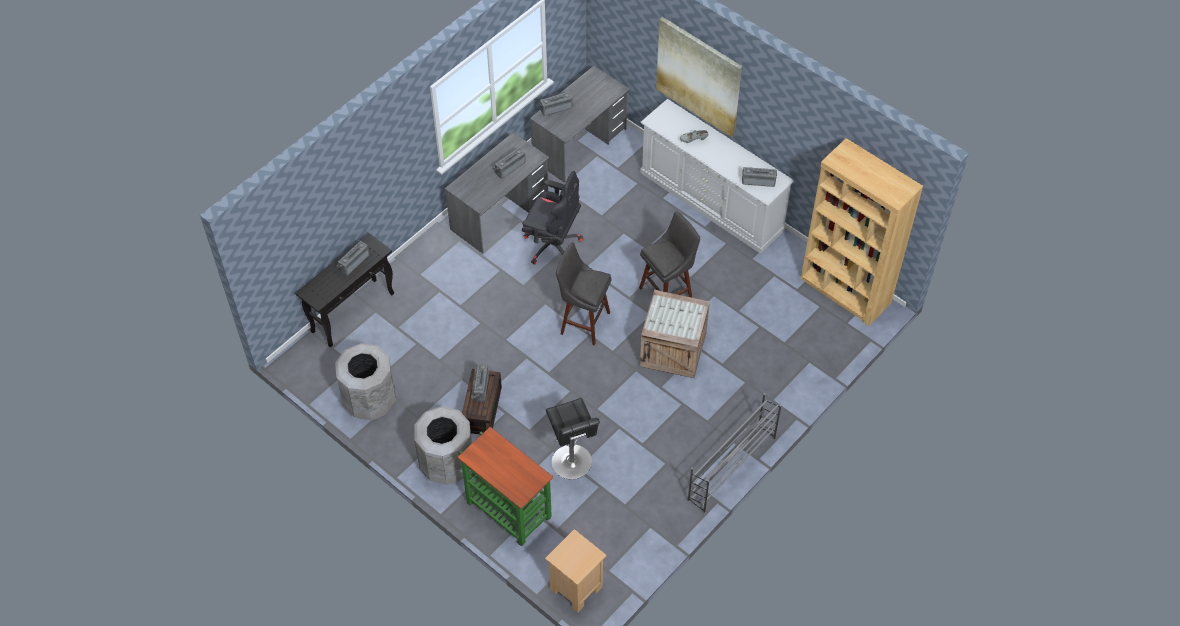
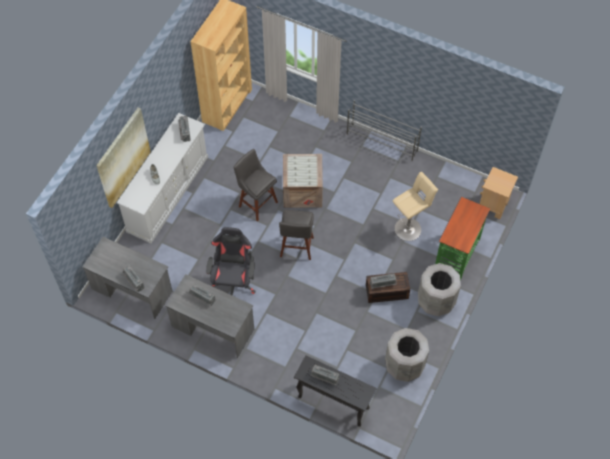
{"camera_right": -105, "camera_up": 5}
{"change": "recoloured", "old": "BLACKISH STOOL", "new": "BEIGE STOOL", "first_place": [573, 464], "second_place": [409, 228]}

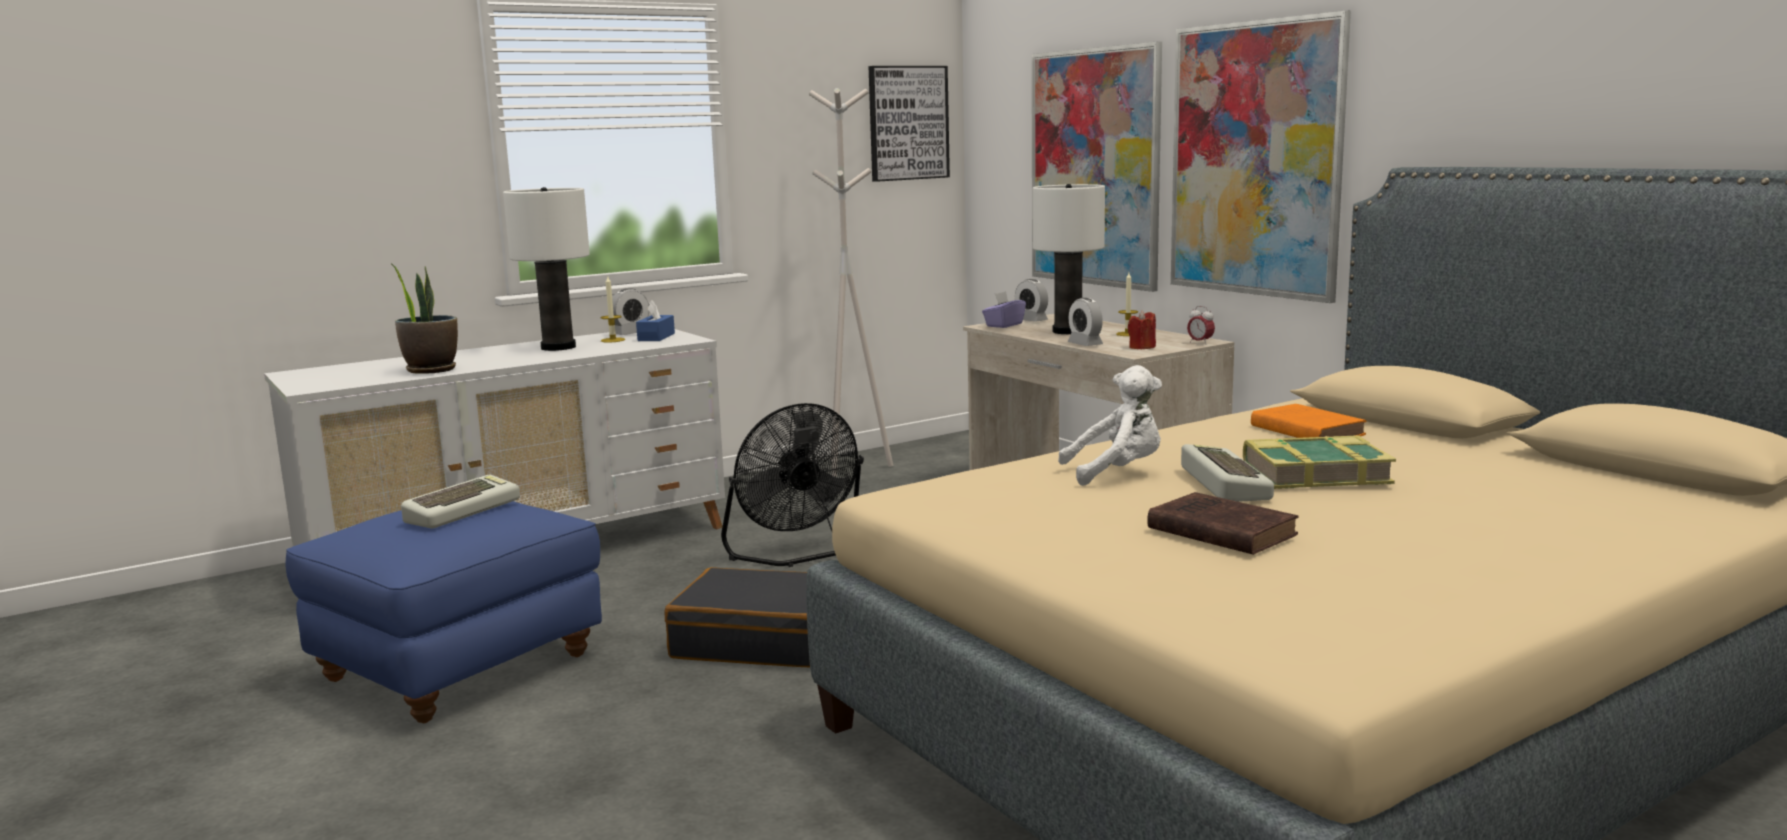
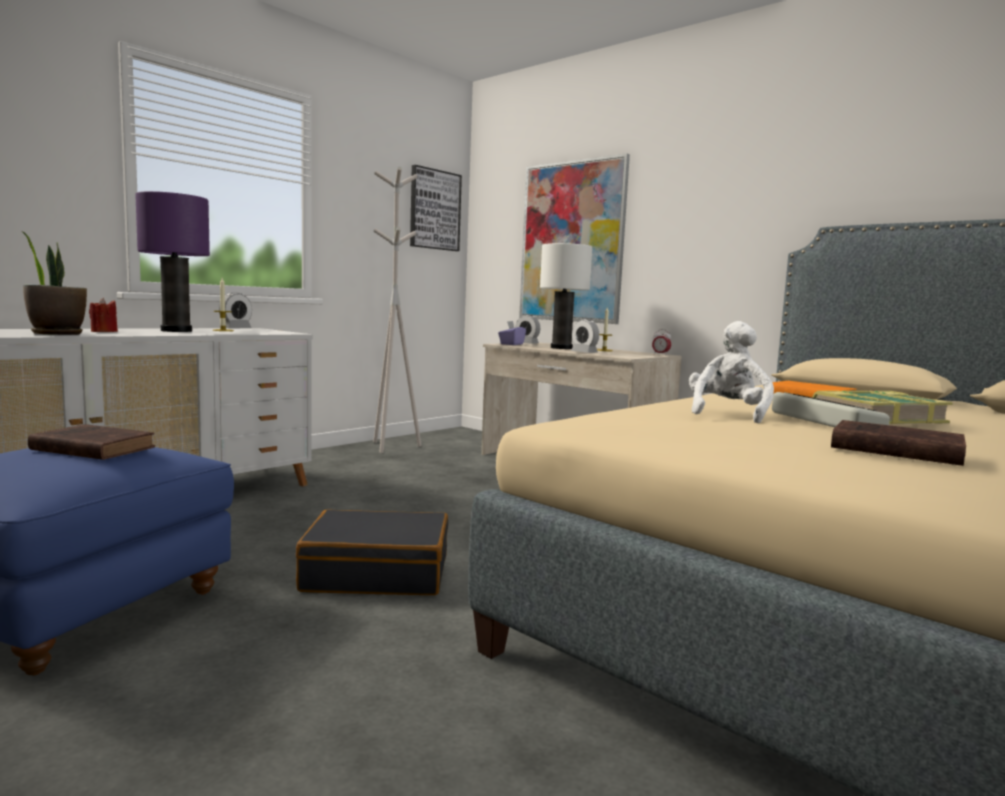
{"camera_right": -15, "camera_up": -5}
{"change": "removed", "old": "PICTURE", "first_place": [1255, 159]}
{"change": "recoloured", "old": "WHITISH LAMP FOR A TABLE", "new": "PURPLISH LAMP FOR A TABLE", "first_place": [559, 347], "second_place": [176, 331]}
{"change": "removed", "old": "BLUISH TISSUE HOLDER", "first_place": [656, 337]}
{"change": "moved", "old": "REDDISH WAX LIGHT", "first_place": [1142, 347], "second_place": [104, 332]}
{"change": "turned", "old": "WHITISH PLUSH TOY", "first_place": [1116, 473], "second_place": [727, 414], "degrees": -45}
{"change": "removed", "old": "BLACKISH COOLING FAN", "first_place": [812, 554]}
{"change": "replaced", "old": "COMPUTER KEYBOARD", "new": "BROWN BOOK", "first_place": [462, 510], "second_place": [91, 448]}

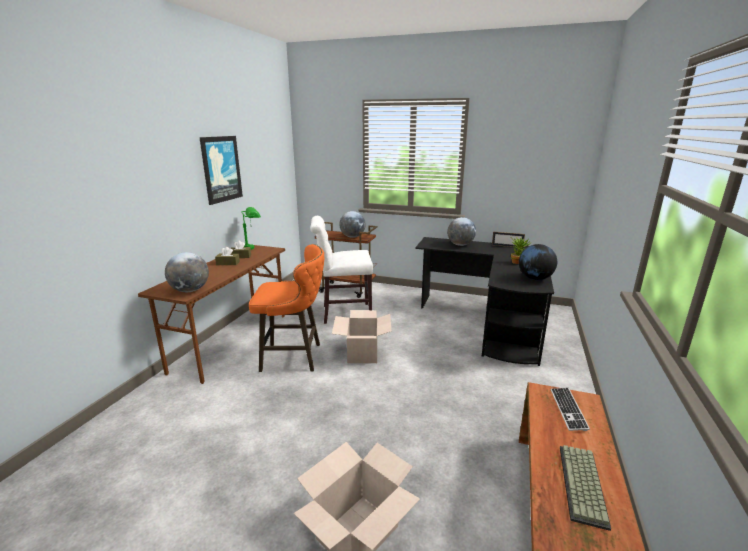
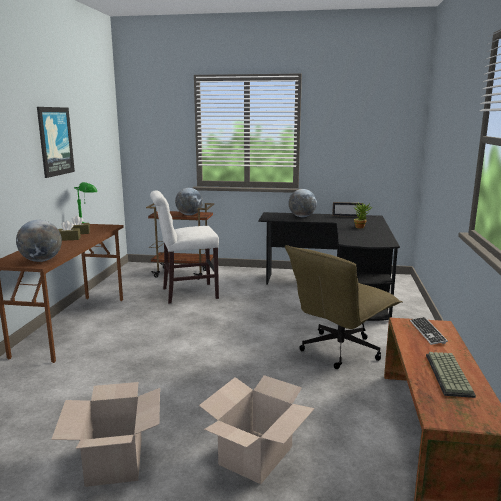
{"camera_right": -10, "camera_up": -5}
{"change": "removed", "old": "ORANGEY STOOL", "first_place": [294, 357]}
{"change": "removed", "old": "GLOBE", "first_place": [535, 279]}
{"change": "moved", "old": "CARTON", "first_place": [363, 353], "second_place": [115, 461]}
{"change": "added", "new": "BEIGE DESK CHAIR", "second_place": [341, 349]}

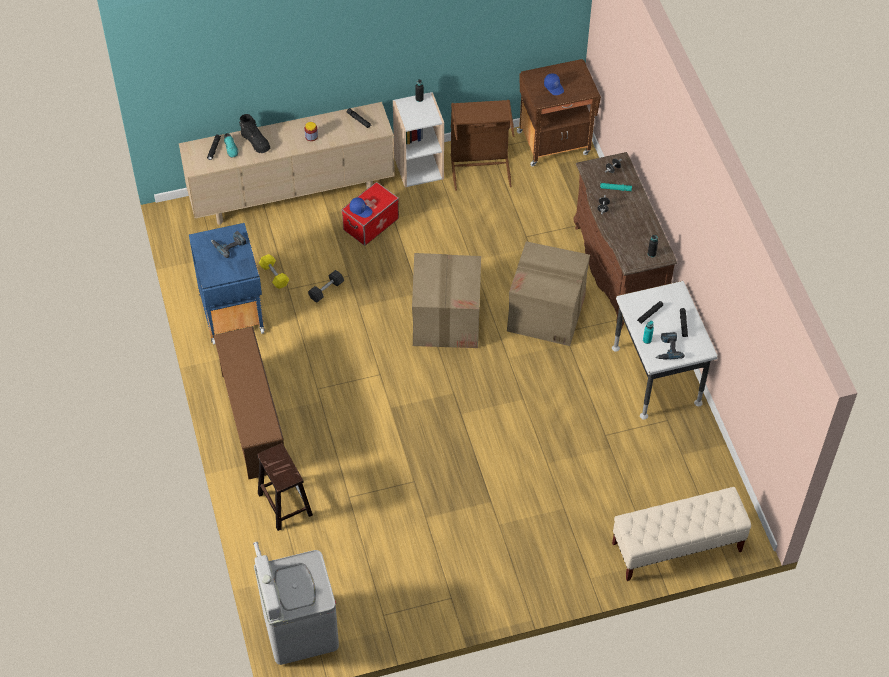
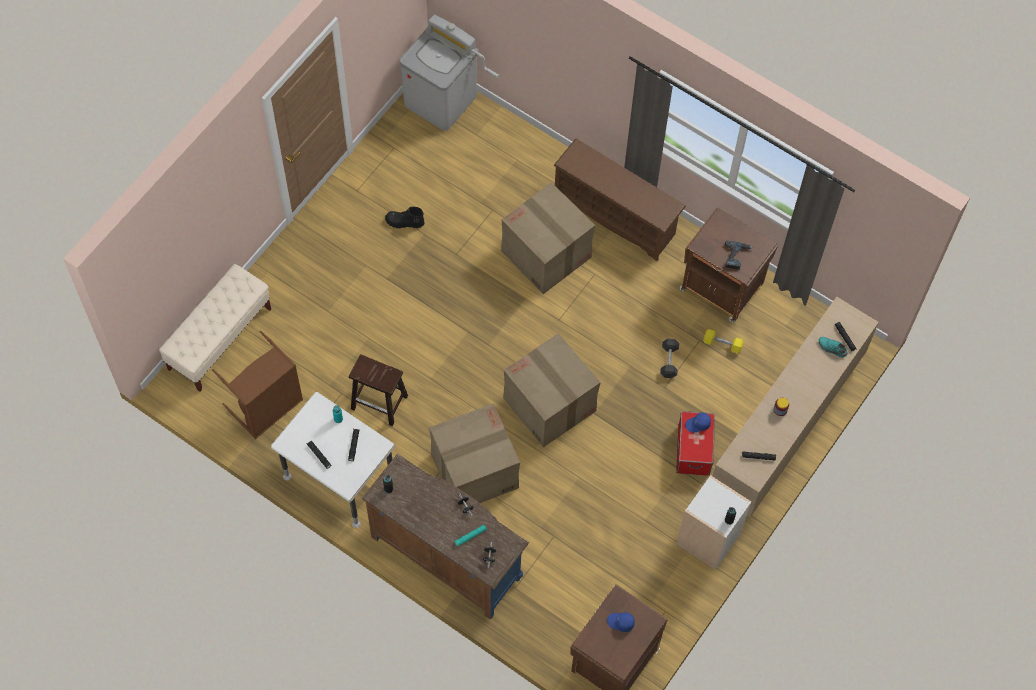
{"camera_right": 140, "camera_up": 10}
{"change": "moved", "old": "BROWN WASHING BASKET", "first_place": [480, 166], "second_place": [268, 408]}
{"change": "moved", "old": "BLACKISH HIGH-TOP BOOT", "first_place": [256, 142], "second_place": [404, 222]}
{"change": "recoloured", "old": "BROWN DRESSER", "new": "BLUISH DRESSER", "first_place": [616, 273], "second_place": [446, 555]}
{"change": "recoloured", "old": "BLUISH CART", "new": "BROWN CART", "first_place": [231, 312], "second_place": [722, 289]}
{"change": "removed", "old": "ELECTRIC DRILL", "first_place": [667, 349]}
{"change": "moved", "old": "BROWN STOOL", "first_place": [284, 504], "second_place": [380, 402]}
{"change": "added", "new": "CARTON", "second_place": [546, 254]}

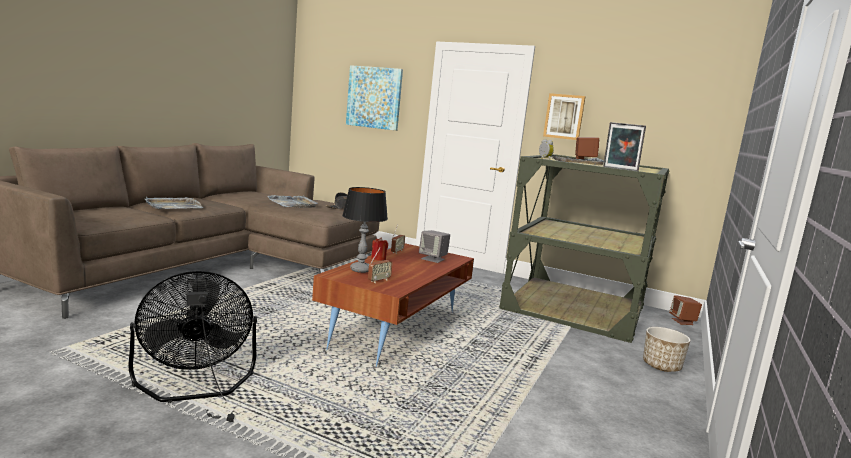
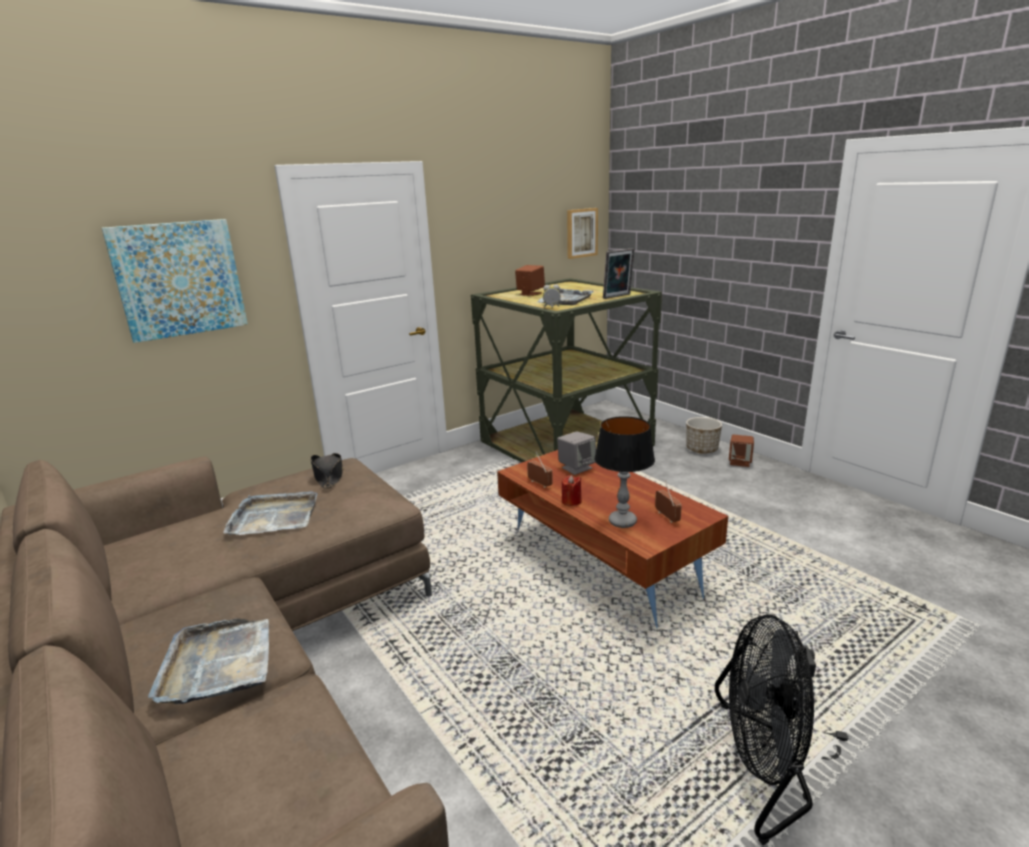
{"camera_right": -60, "camera_up": 10}
{"change": "moved", "old": "PICTURE", "first_place": [564, 116], "second_place": [581, 233]}
{"change": "moved", "old": "BROWN AUDIO SPEAKER", "first_place": [682, 321], "second_place": [740, 462]}

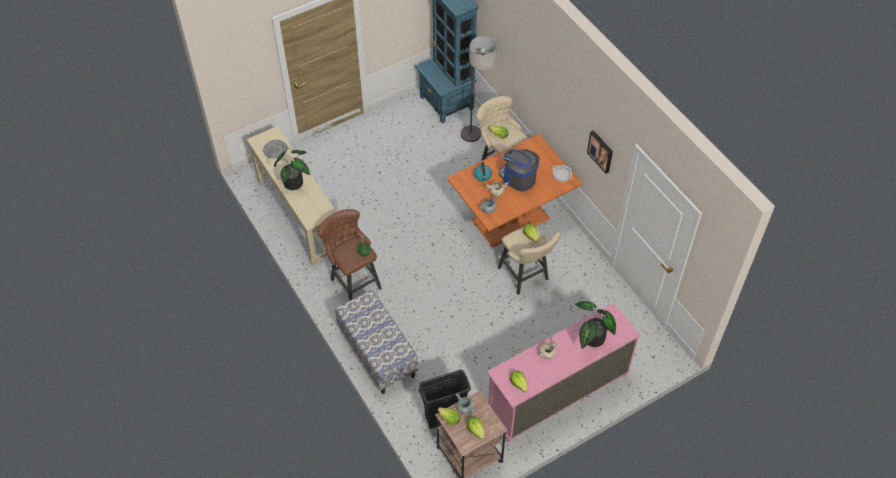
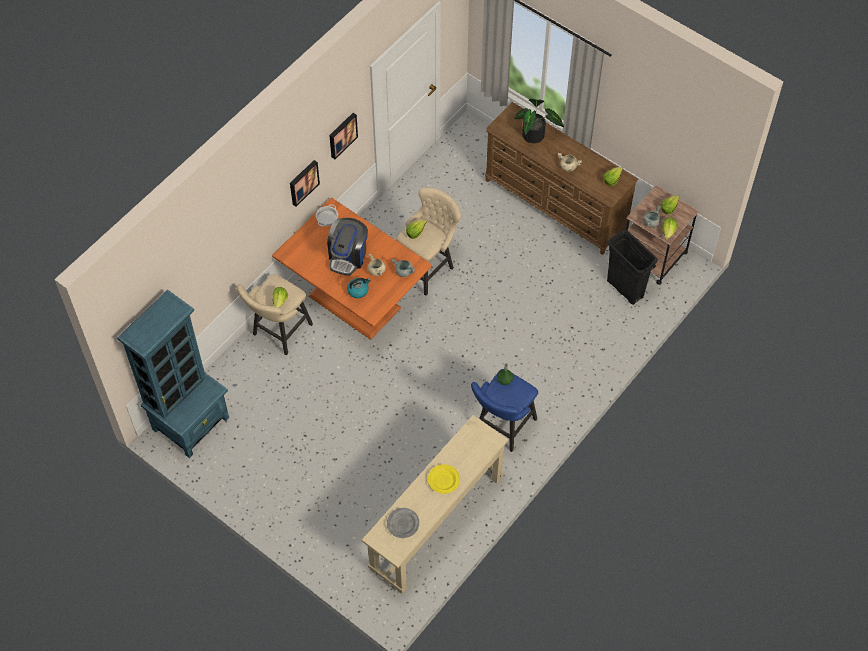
{"camera_right": -110, "camera_up": 5}
{"change": "removed", "old": "GREYISH STANDING LAMP", "first_place": [476, 136]}
{"change": "replaced", "old": "HOUSEPLANT", "new": "YELLOW-COLOURED PLATE", "first_place": [295, 182], "second_place": [443, 480]}
{"change": "recoloured", "old": "BROWN STOOL", "new": "BLUISH STOOL", "first_place": [352, 279], "second_place": [502, 429]}
{"change": "removed", "old": "LONG SEAT", "first_place": [377, 353]}
{"change": "recoloured", "old": "PINK DRESSER", "new": "BROWN DRESSER", "first_place": [556, 394], "second_place": [555, 205]}
{"change": "added", "new": "PICTURE", "second_place": [303, 182]}

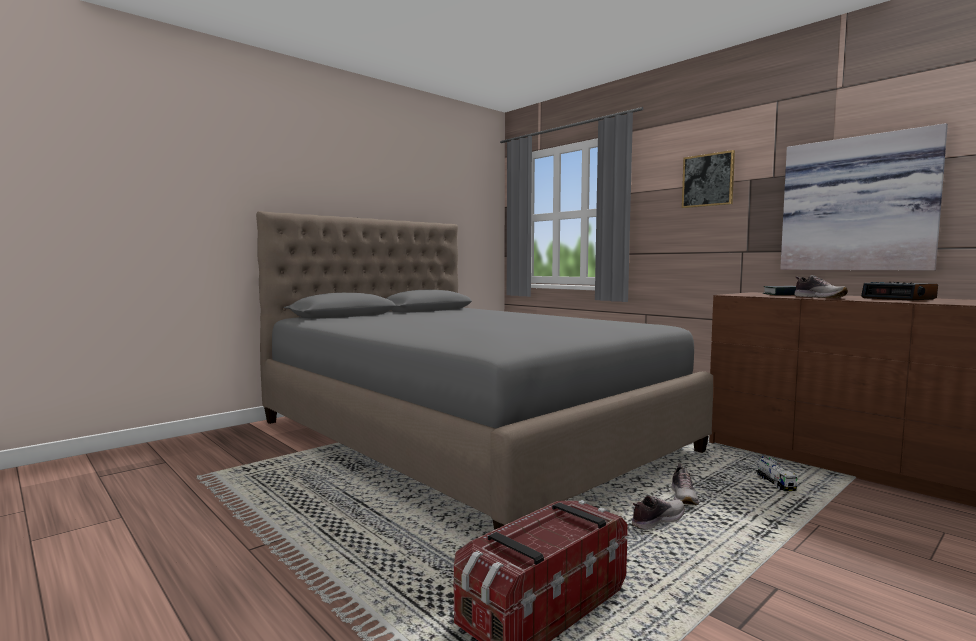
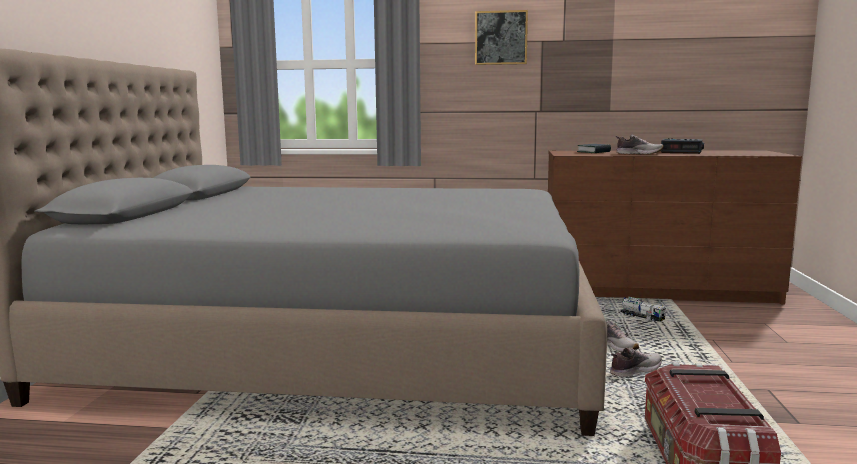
{"camera_right": -40, "camera_up": 5}
{"change": "removed", "old": "PICTURE", "first_place": [858, 204]}
{"change": "turned", "old": "ITEM OF FOOTWEAR", "first_place": [656, 521], "second_place": [634, 371], "degrees": 45}

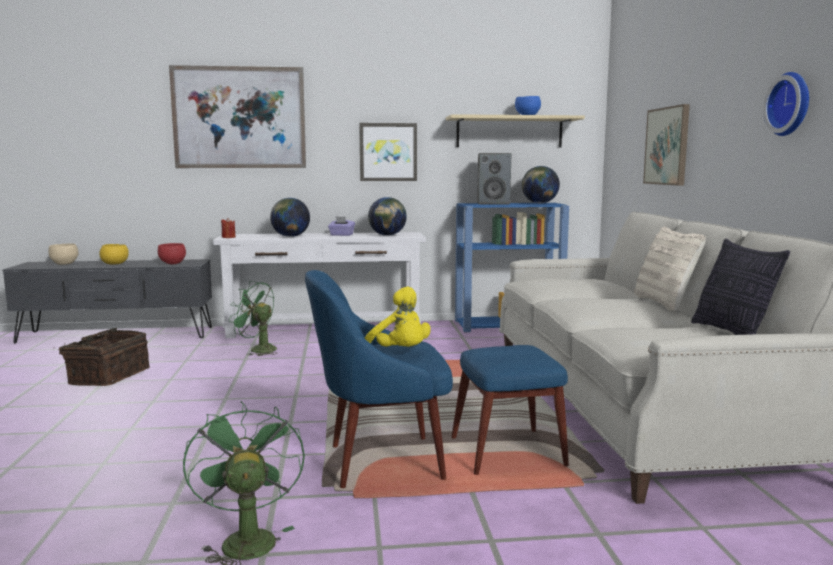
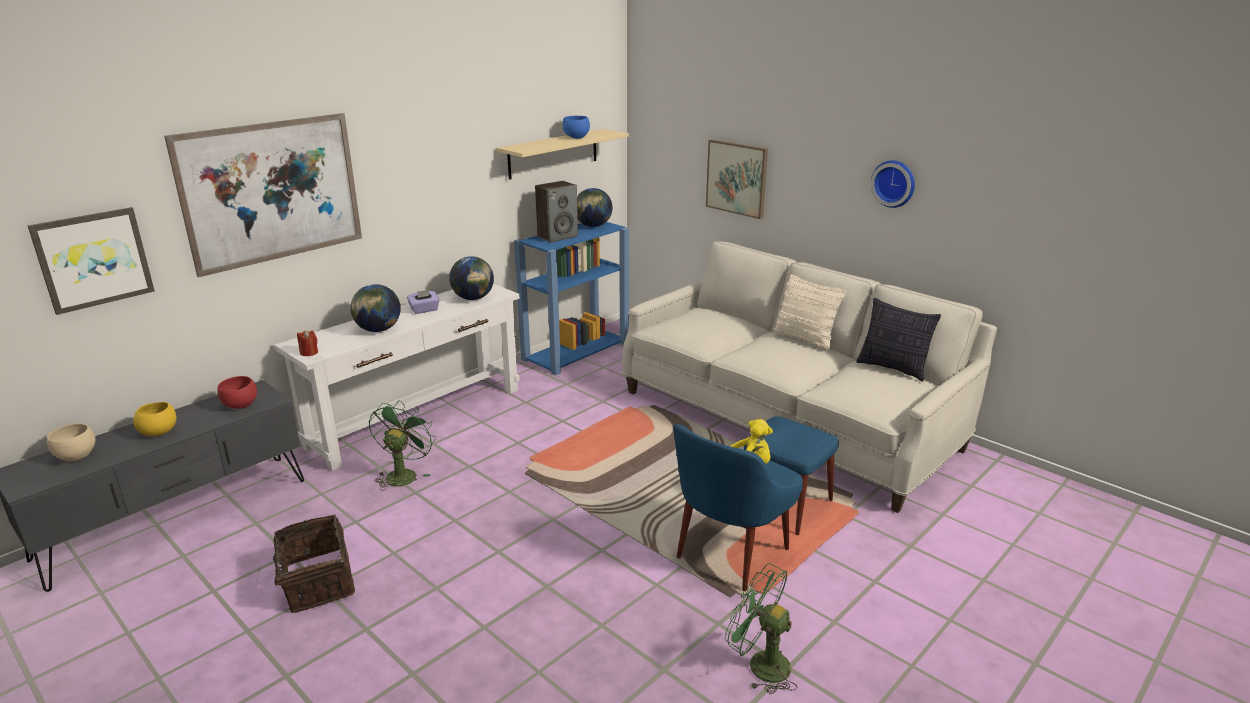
{"camera_right": -40, "camera_up": 15}
{"change": "moved", "old": "PICTURE", "first_place": [388, 152], "second_place": [93, 259]}
{"change": "turned", "old": "GREEN-COLOURED COOLING FAN", "first_place": [257, 349], "second_place": [403, 474], "degrees": 120}

